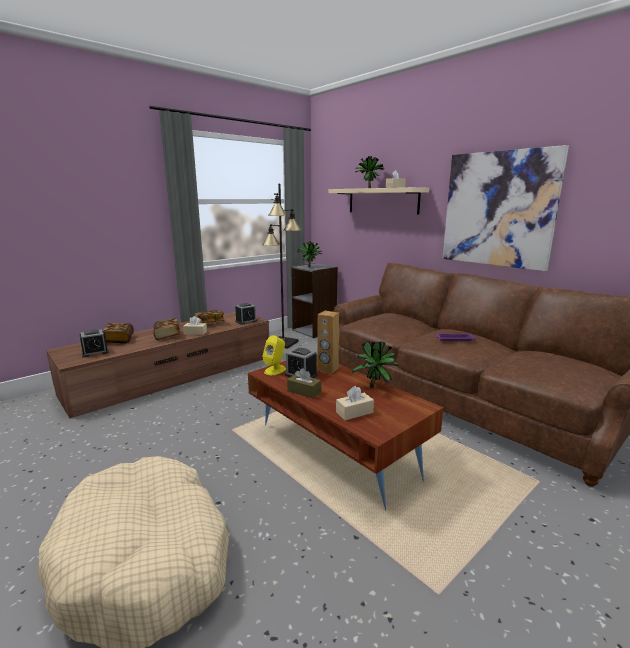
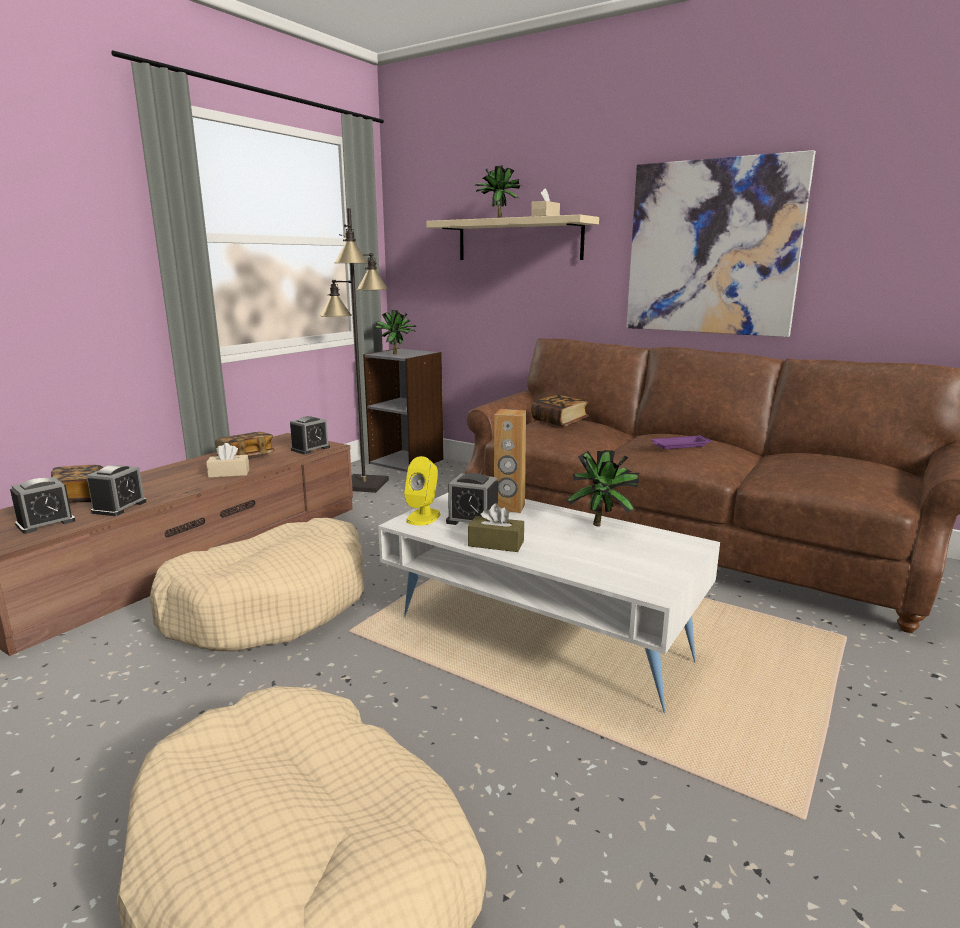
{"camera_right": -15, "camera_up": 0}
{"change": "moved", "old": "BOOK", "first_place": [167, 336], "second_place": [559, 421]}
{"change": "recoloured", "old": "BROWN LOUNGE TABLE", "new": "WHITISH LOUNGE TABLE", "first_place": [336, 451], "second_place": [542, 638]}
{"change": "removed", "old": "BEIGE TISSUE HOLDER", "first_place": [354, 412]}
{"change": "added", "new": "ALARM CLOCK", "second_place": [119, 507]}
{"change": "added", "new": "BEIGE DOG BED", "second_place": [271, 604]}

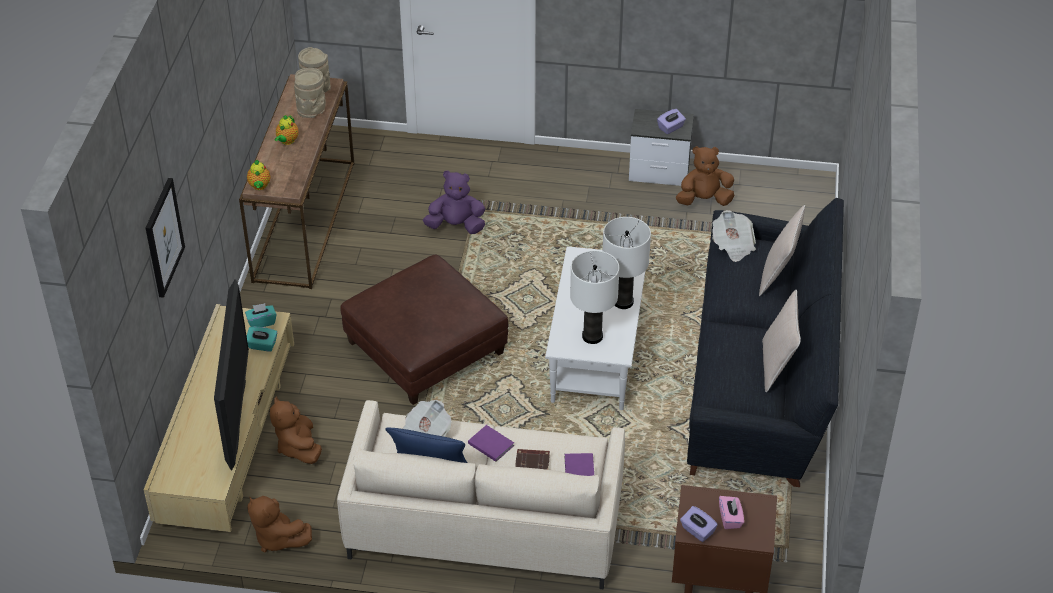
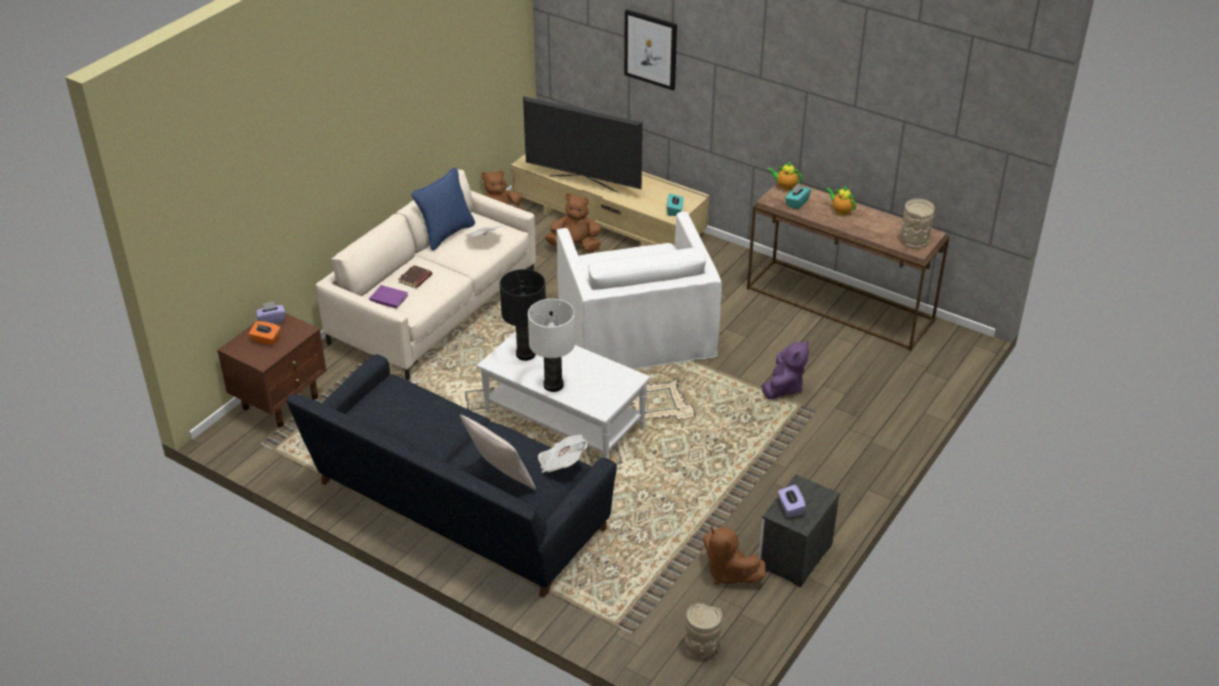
{"camera_right": 115, "camera_up": -5}
{"change": "moved", "old": "BEIGE VASE", "first_place": [312, 110], "second_place": [701, 648]}
{"change": "turned", "old": "BROWN PLUSH TOY", "first_place": [704, 200], "second_place": [728, 573], "degrees": 120}
{"change": "recoloured", "old": "WHITISH LAMP FOR A TABLE", "new": "BLACKISH LAMP FOR A TABLE", "first_place": [592, 336], "second_place": [525, 354]}
{"change": "replaced", "old": "BROWN POUFFE", "new": "WHITISH LOUNGE CHAIR", "first_place": [426, 348], "second_place": [636, 329]}
{"change": "removed", "old": "BEIGE CUSHION", "first_place": [777, 366]}
{"change": "moved", "old": "TURQUOISE-COLOURED TISSUE HOLDER", "first_place": [262, 345], "second_place": [797, 203]}
{"change": "removed", "old": "PURPLISH BOOK", "first_place": [490, 443]}
{"change": "recoloured", "old": "PINK TISSUE HOLDER", "new": "ORANGEY TISSUE HOLDER", "first_place": [730, 519], "second_place": [266, 340]}

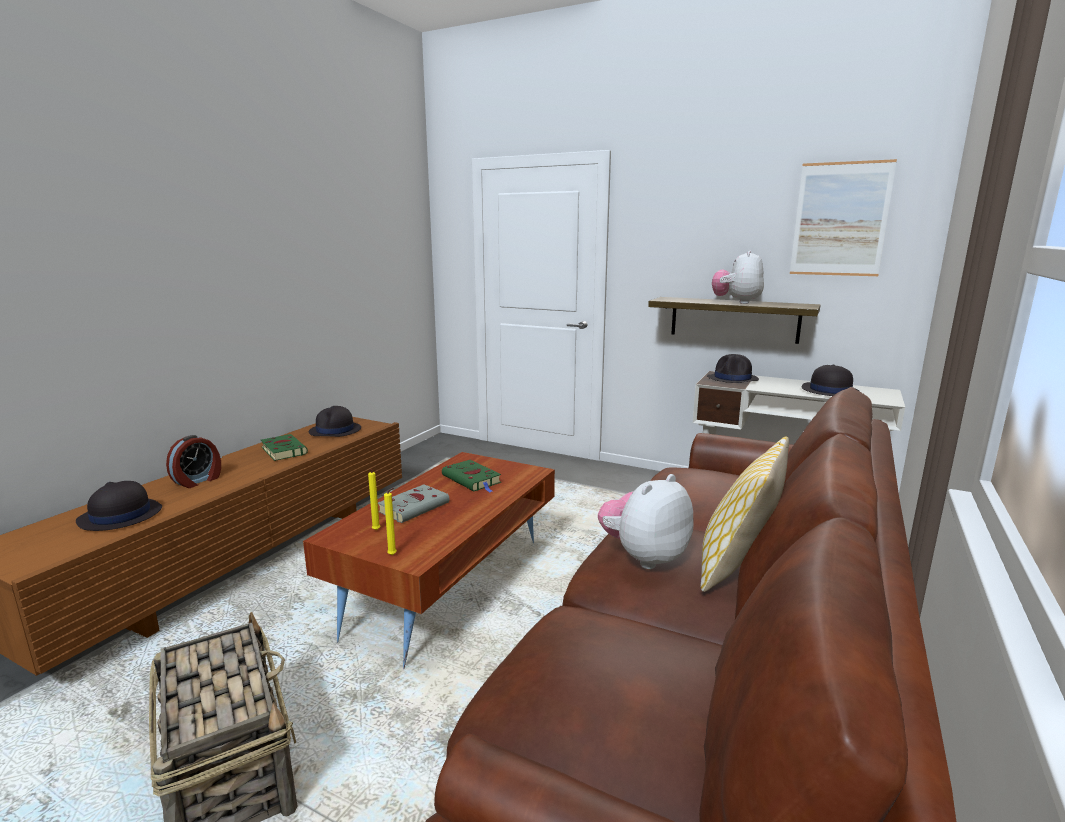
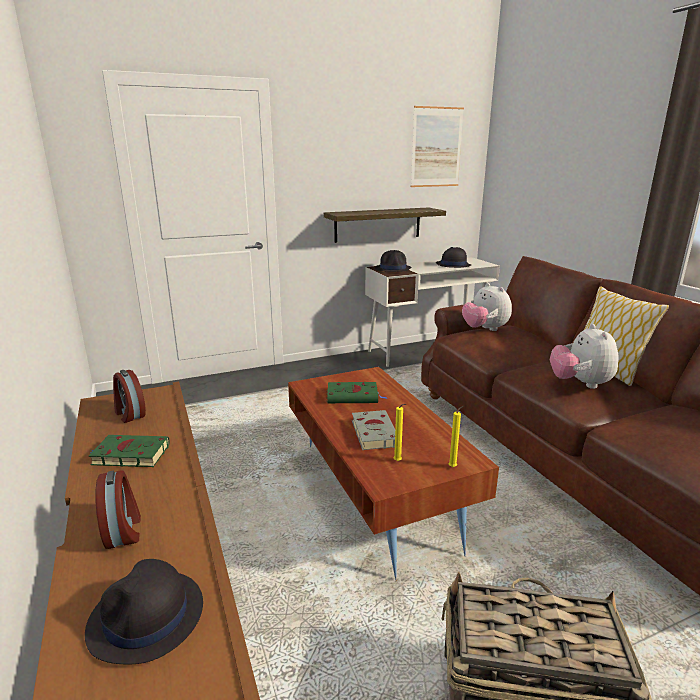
{"camera_right": -50, "camera_up": 5}
{"change": "moved", "old": "PLUSH TOY", "first_place": [736, 302], "second_place": [484, 329]}
{"change": "replaced", "old": "BLACKISH WEARABLE HAT", "new": "ALARM CLOCK", "first_place": [335, 431], "second_place": [129, 414]}

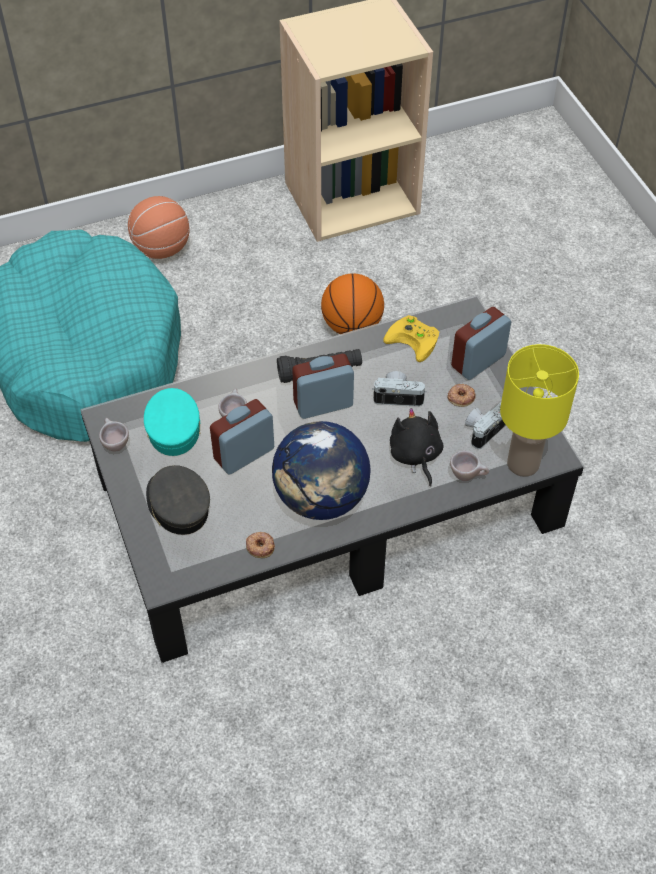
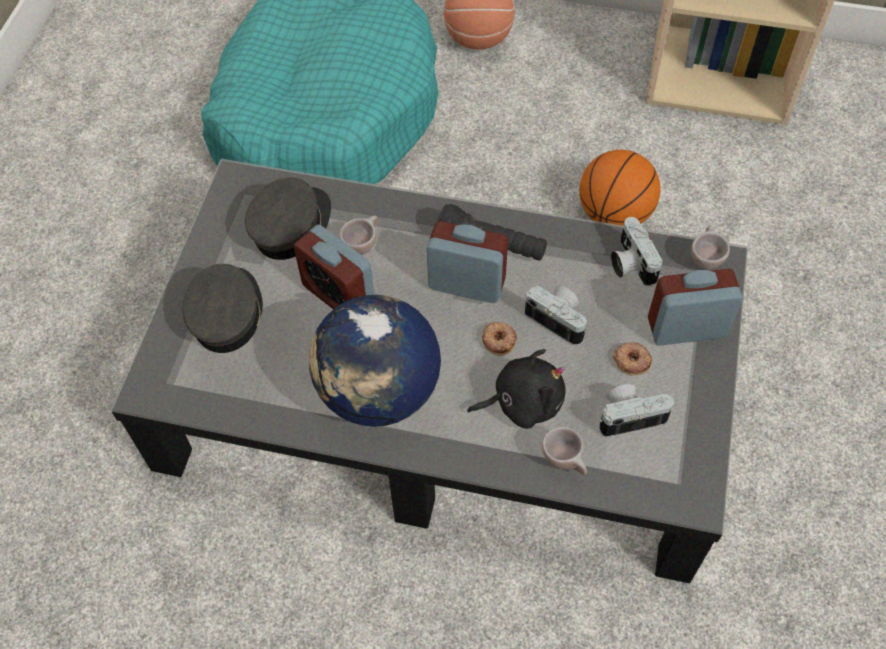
{"camera_right": 35, "camera_up": 5}
{"change": "replaced", "old": "YELLOW-COLOURED GAME CONTROLLER", "new": "PHOTO CAMERA", "first_place": [415, 340], "second_place": [629, 263]}
{"change": "removed", "old": "YELLOW-COLOURED LAMP FOR A TABLE", "first_place": [523, 463]}
{"change": "recoloured", "old": "TURQUOISE-COLOURED PEAKED CAP", "new": "GREYISH PEAKED CAP", "first_place": [173, 428], "second_place": [291, 227]}
{"change": "turned", "old": "ALARM CLOCK", "first_place": [244, 454], "second_place": [338, 294], "degrees": -135}
{"change": "turned", "old": "BLACKISH PLUSH TOY", "first_place": [415, 456], "second_place": [522, 402], "degrees": 60}
{"change": "moved", "old": "BEIGE SMALL CUP", "first_place": [114, 443], "second_place": [704, 258]}
{"change": "moved", "old": "DOUGHNUT", "first_place": [260, 546], "second_place": [499, 340]}

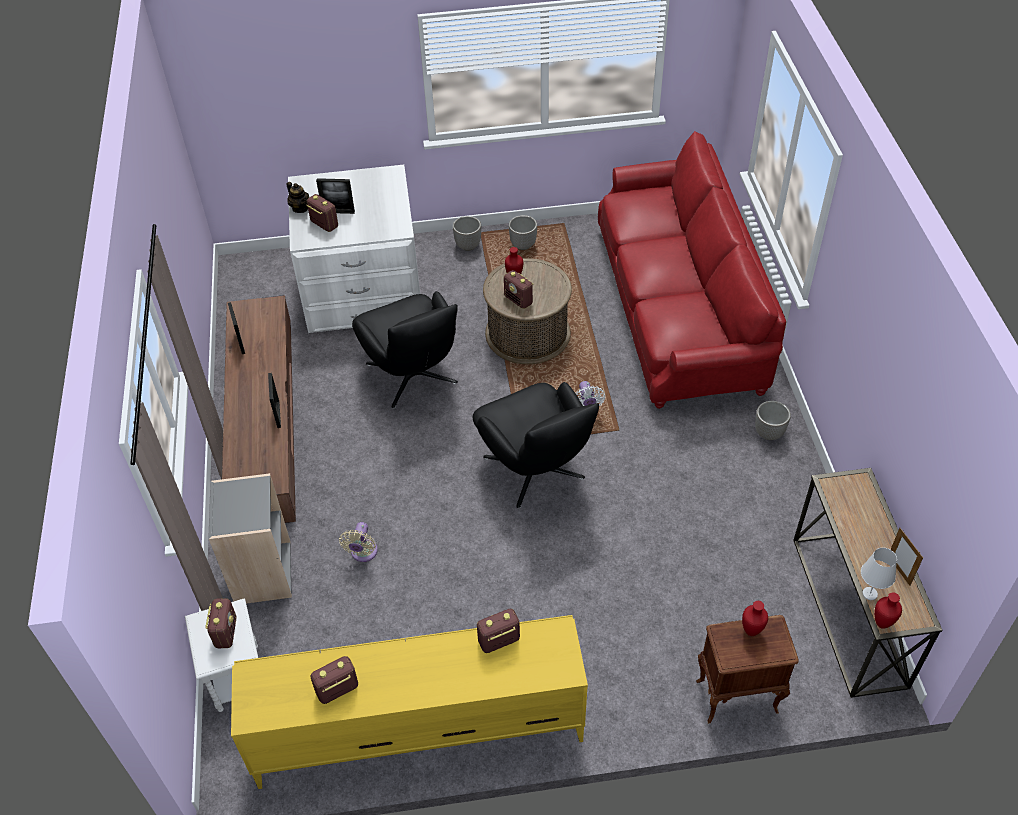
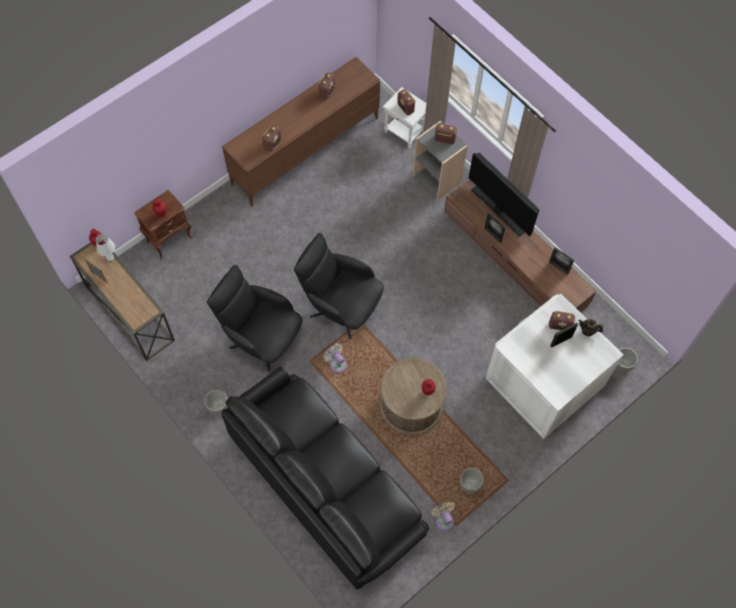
{"camera_right": 145, "camera_up": 15}
{"change": "recoloured", "old": "REDDISH SOFA", "new": "BLACKISH SOFA", "first_place": [678, 308], "second_place": [326, 484]}
{"change": "moved", "old": "FLOWER POT", "first_place": [468, 245], "second_place": [621, 366]}
{"change": "moved", "old": "RADIO RECEIVER", "first_place": [518, 300], "second_place": [444, 139]}
{"change": "moved", "old": "BLACKISH LOUNGE CHAIR", "first_place": [412, 376], "second_place": [261, 339]}
{"change": "moved", "old": "BEIGE COOLING FAN", "first_place": [363, 553], "second_place": [443, 519]}
{"change": "recoloured", "old": "YELLOW-COLOURED STORAGE CABINET", "new": "BROWN STORAGE CABINET", "first_place": [418, 735], "second_place": [305, 150]}
{"change": "added", "new": "TV", "second_place": [500, 209]}

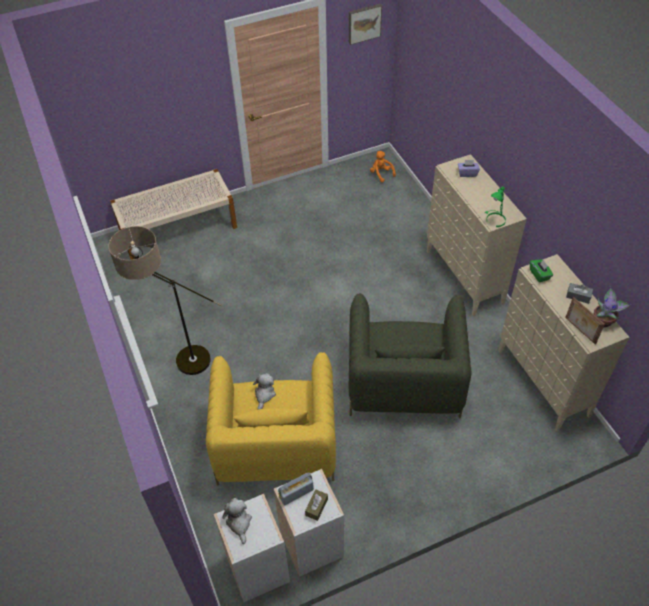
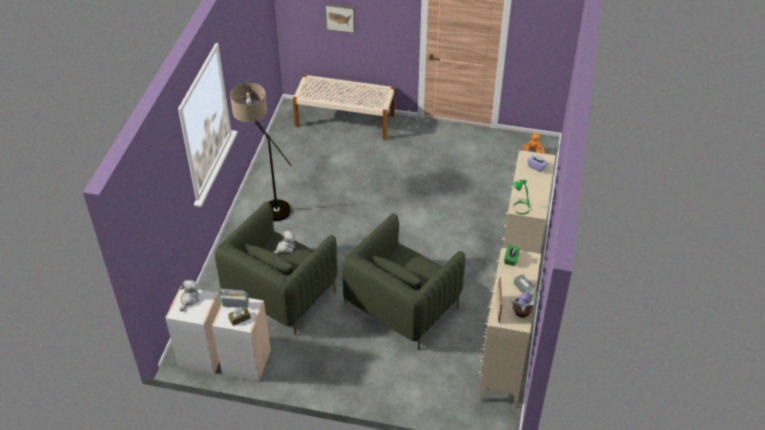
{"camera_right": 35, "camera_up": -5}
{"change": "moved", "old": "PICTURE", "first_place": [364, 23], "second_place": [340, 17]}
{"change": "recoloured", "old": "YELLOW-COLOURED LOUNGE CHAIR", "new": "GREEN-COLOURED LOUNGE CHAIR", "first_place": [275, 444], "second_place": [280, 291]}

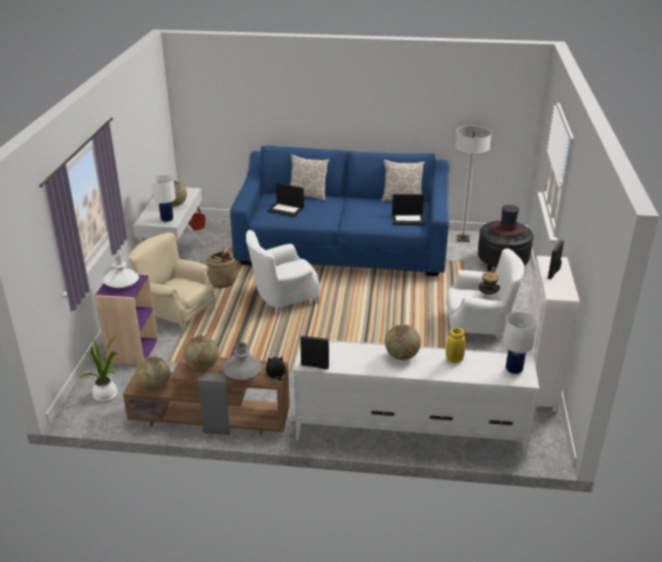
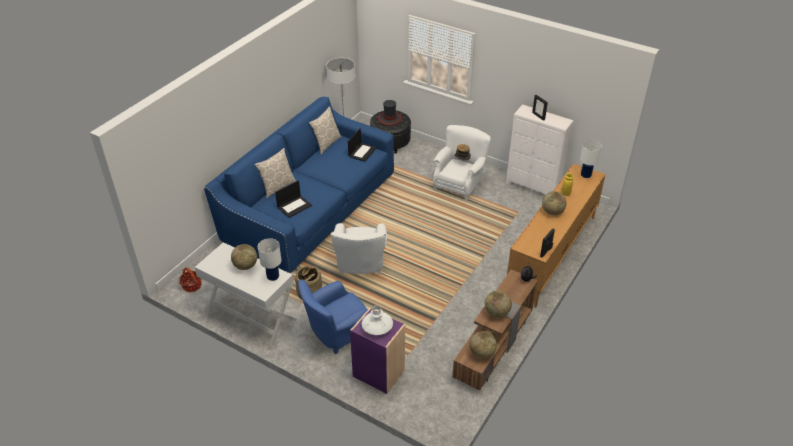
{"camera_right": -65, "camera_up": 10}
{"change": "recoloured", "old": "BEIGE LOUNGE CHAIR", "new": "BLUISH LOUNGE CHAIR", "first_place": [176, 311], "second_place": [337, 333]}
{"change": "removed", "old": "HOUSEPLANT", "first_place": [107, 395]}
{"change": "recoloured", "old": "WHITISH STORAGE CABINET", "new": "BROWN STORAGE CABINET", "first_place": [409, 433], "second_place": [552, 255]}
{"change": "removed", "old": "GREYISH VASE", "first_place": [242, 373]}

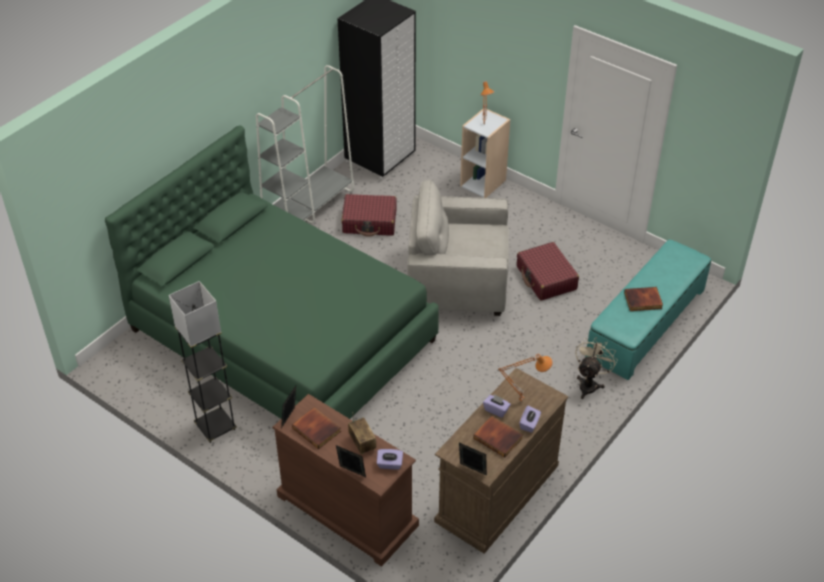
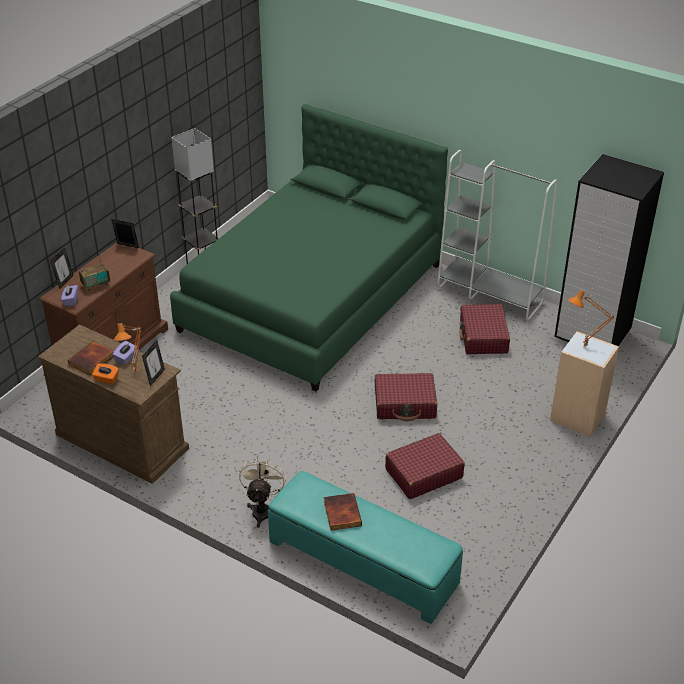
{"camera_right": 85, "camera_up": -5}
{"change": "replaced", "old": "GREYISH LOUNGE CHAIR", "new": "REDDISH TRAVEL CASE", "first_place": [458, 281], "second_place": [405, 404]}
{"change": "turned", "old": "BEIGE COOLING FAN", "first_place": [589, 384], "second_place": [262, 509], "degrees": -105}
{"change": "recoloured", "old": "PURPLISH TISSUE HOLDER", "new": "ORANGEY TISSUE HOLDER", "first_place": [529, 424], "second_place": [106, 379]}
{"change": "removed", "old": "BOOK", "first_place": [317, 429]}
{"change": "moved", "old": "PHOTO FRAME", "first_place": [472, 471], "second_place": [155, 377]}

